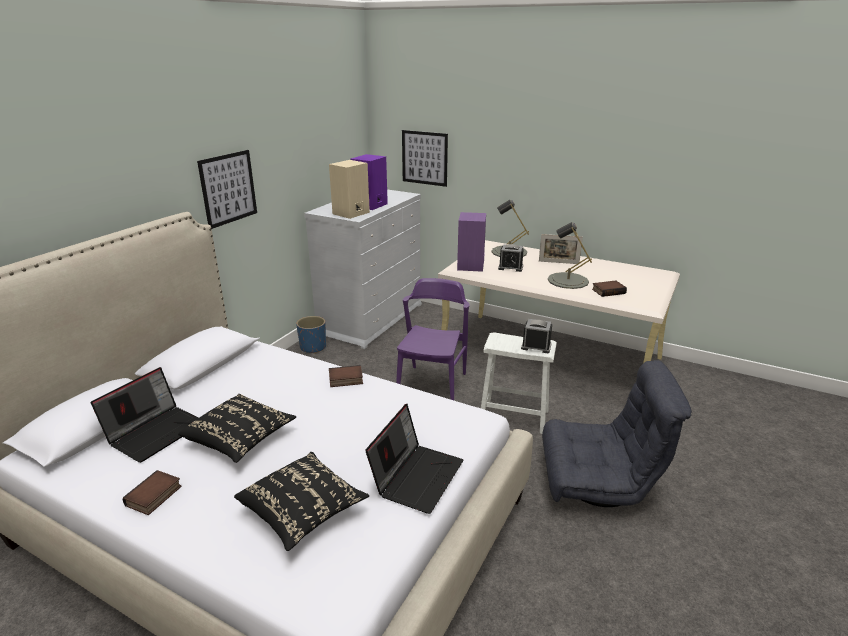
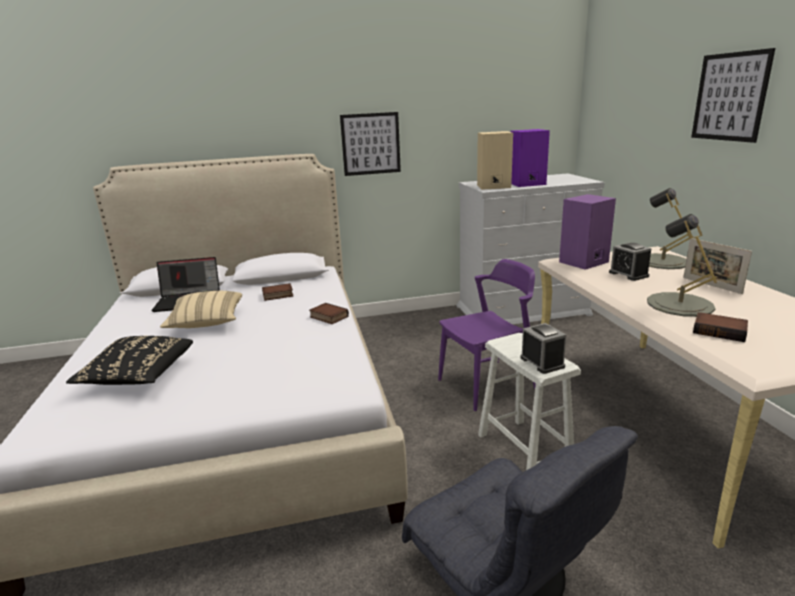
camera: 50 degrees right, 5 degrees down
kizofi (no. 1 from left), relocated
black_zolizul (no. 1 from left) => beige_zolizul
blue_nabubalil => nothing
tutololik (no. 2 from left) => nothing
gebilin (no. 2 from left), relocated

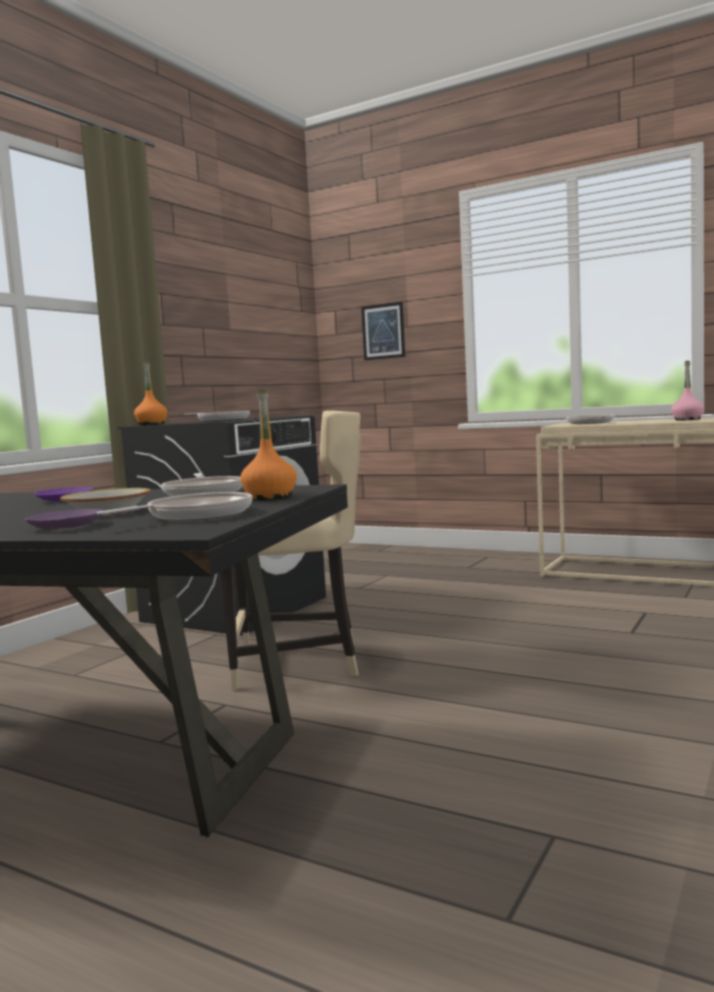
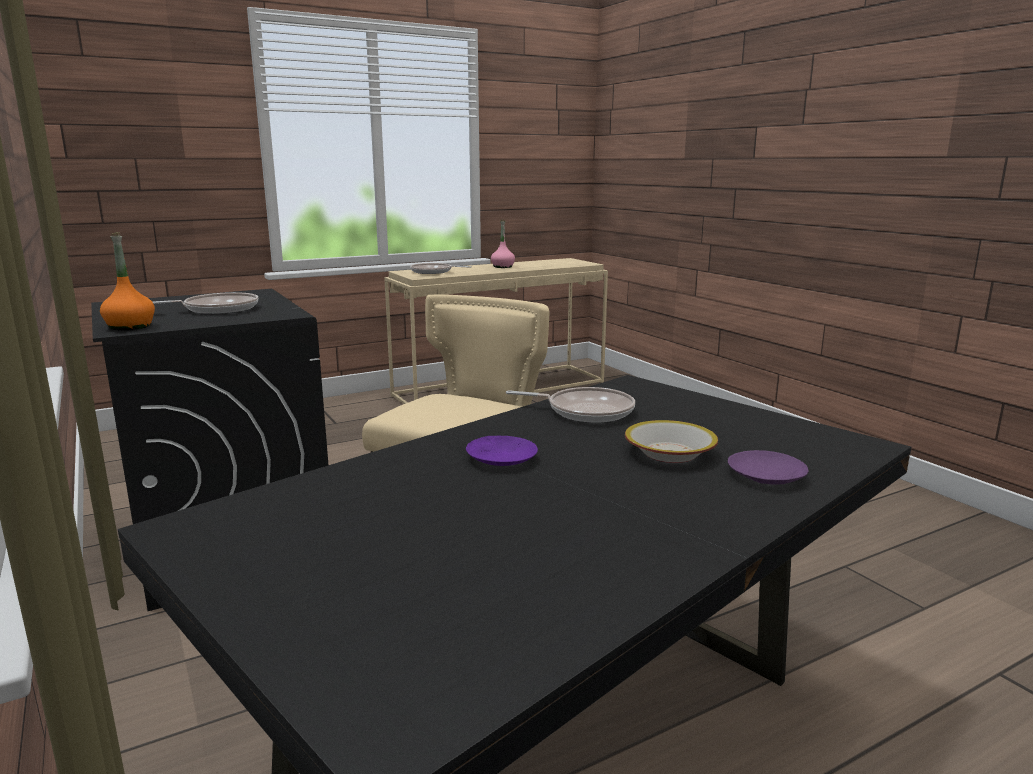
camera: 60 degrees left, 10 degrees up
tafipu (no. 1 from left) => nothing
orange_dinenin (no. 2 from left) => nothing
gebilin => nothing

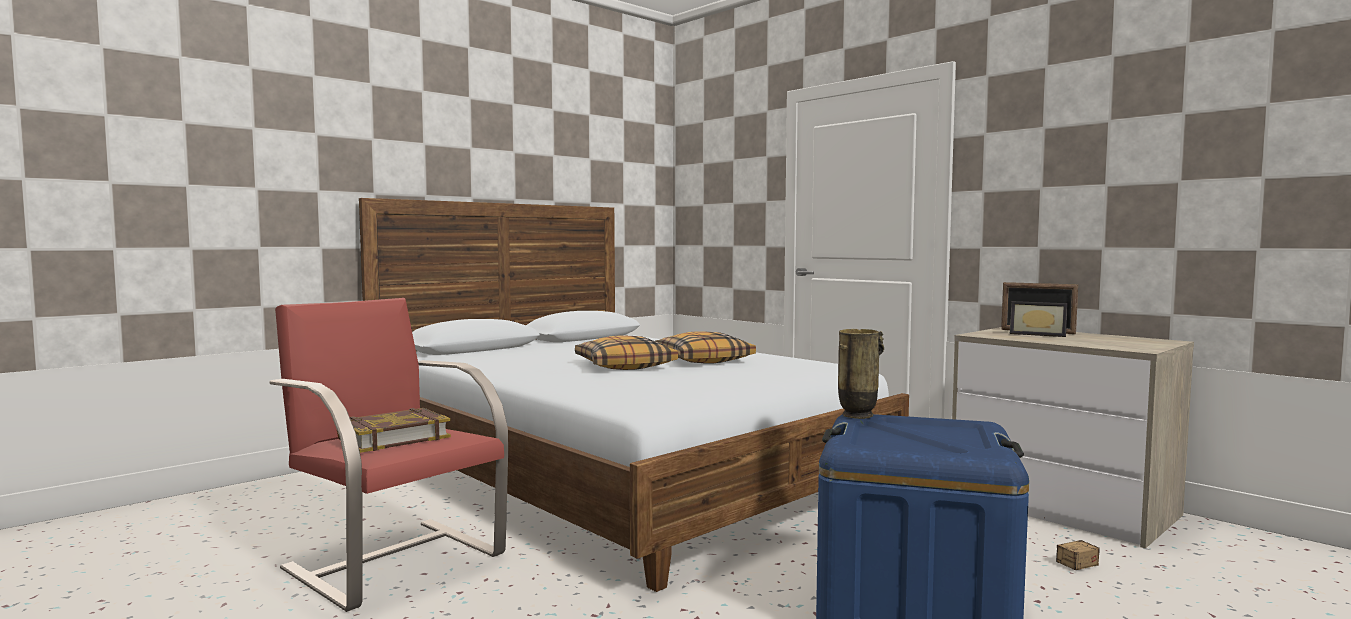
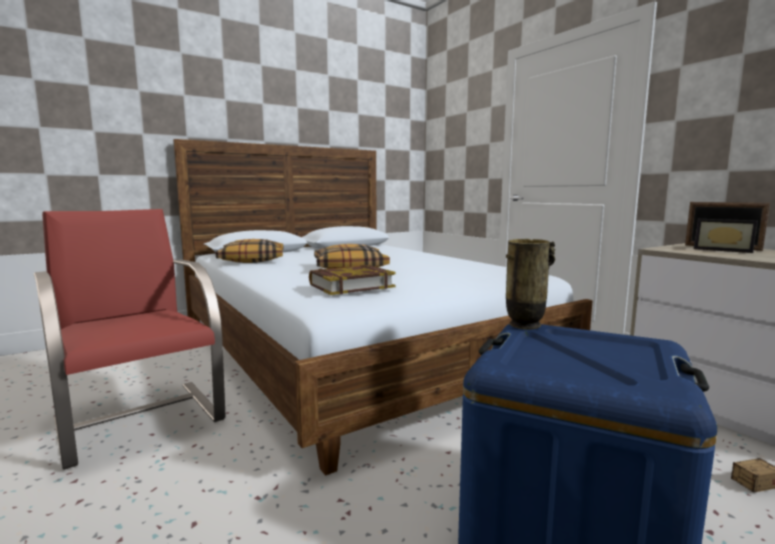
camera: 10 degrees right, 5 degrees up
kizofi, relocated
zolizul (no. 2 from left in the first image) => zolizul (no. 1 from left), relocated

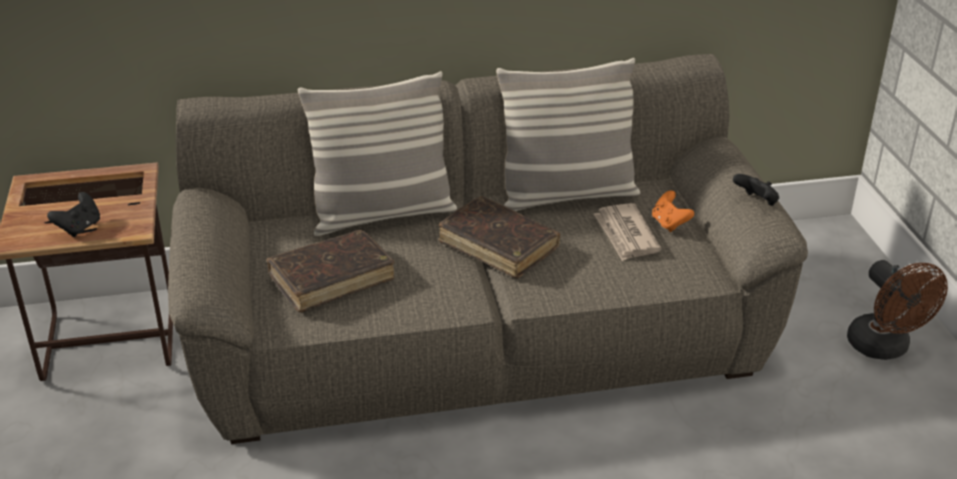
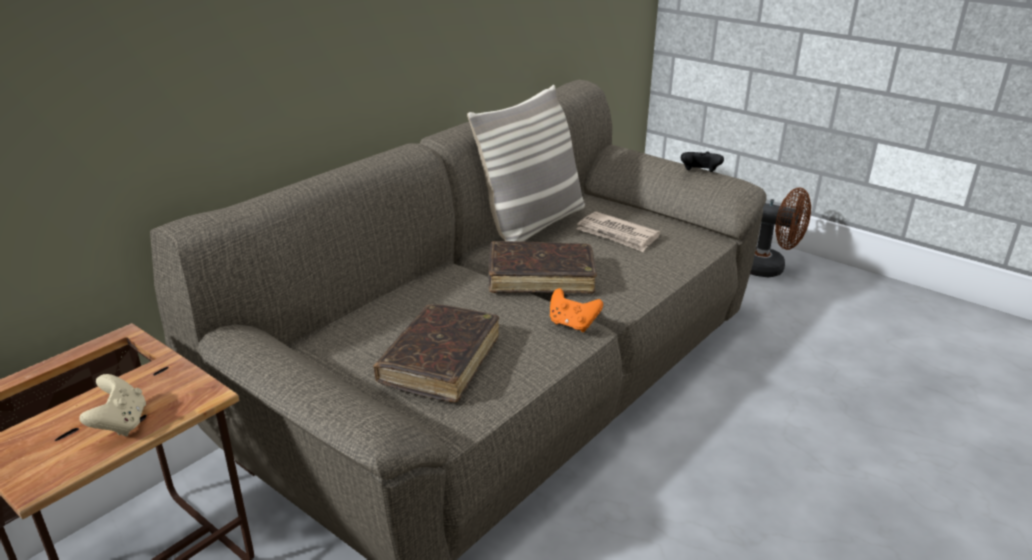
camera: 40 degrees left, 5 degrees down
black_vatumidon (no. 1 from left) => beige_vatumidon
zolizul (no. 1 from left) => nothing
orange_vatumidon, relocated

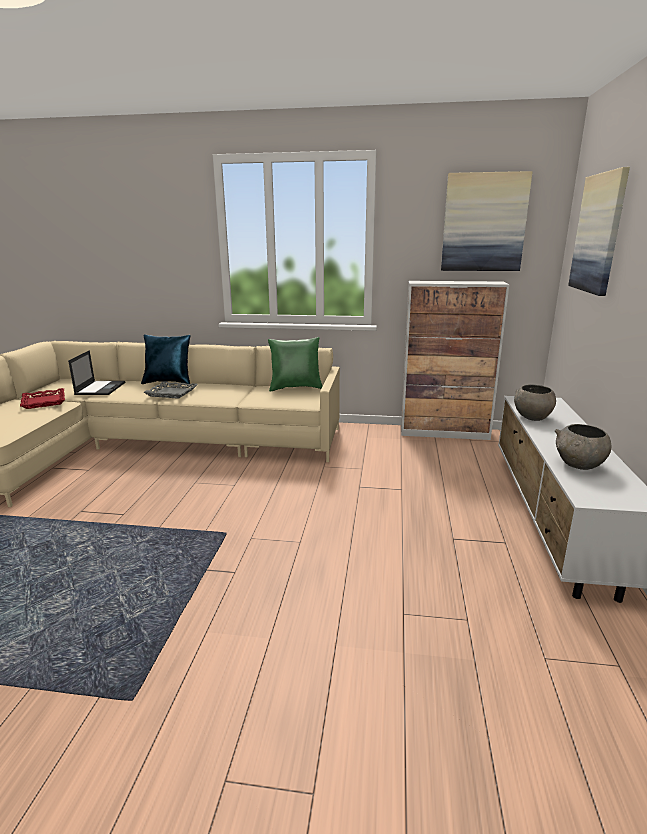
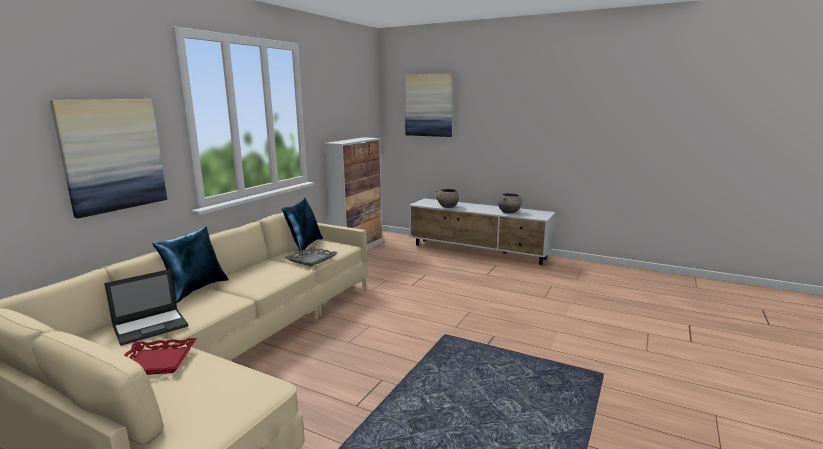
camera: 70 degrees left, 5 degrees down
tutololik, 120 degrees clockwise
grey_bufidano, relocated
green_zolizul => blue_zolizul (no. 2 from left)
gebilin (no. 1 from left), relocated

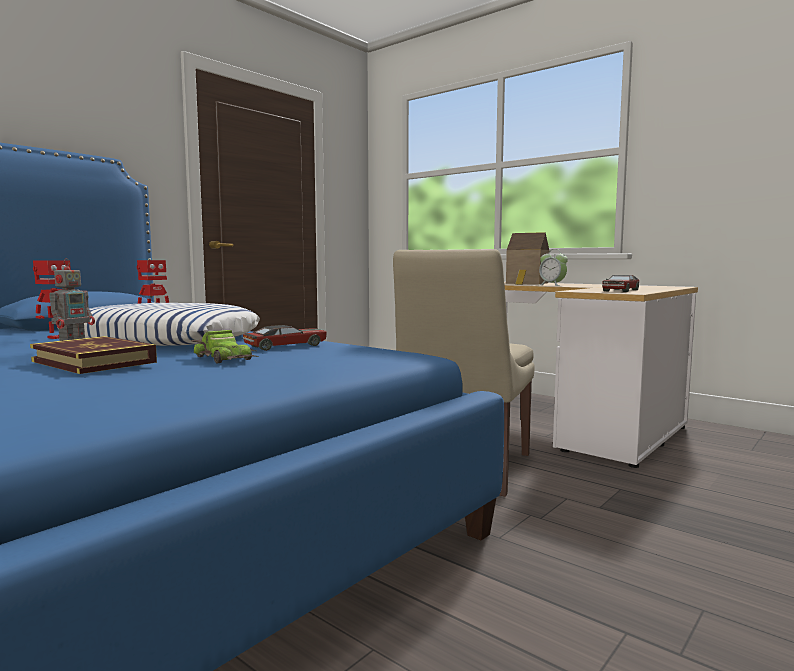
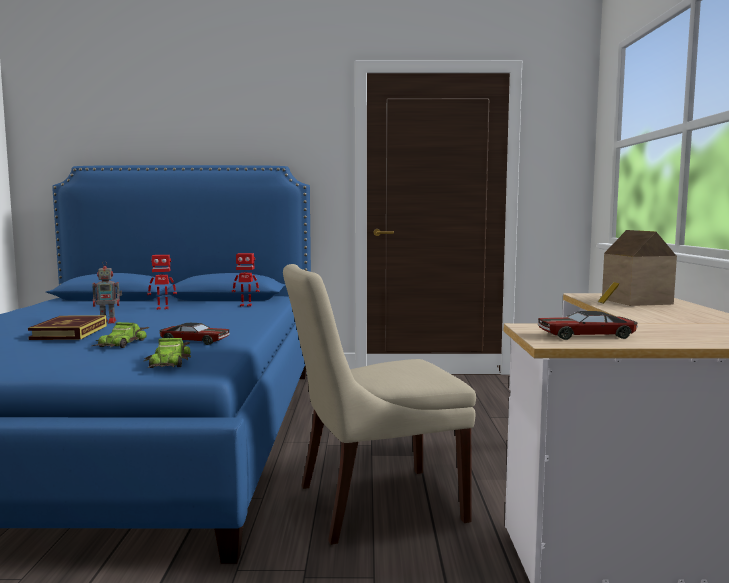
camera: 50 degrees right, 0 degrees up
zolizul => nothing
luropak => nothing
nothing => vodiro (no. 2 from left)

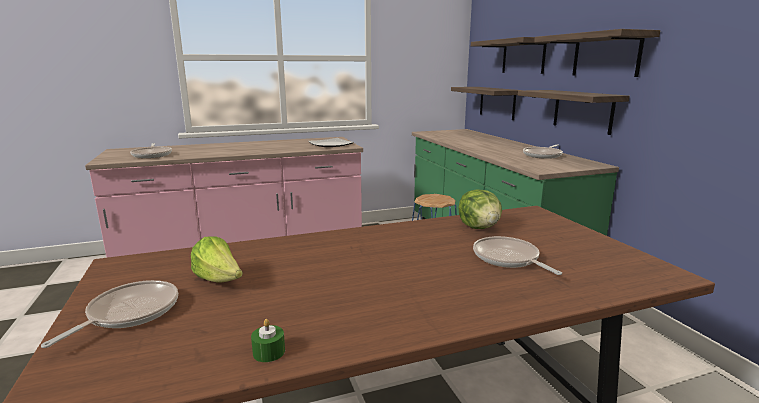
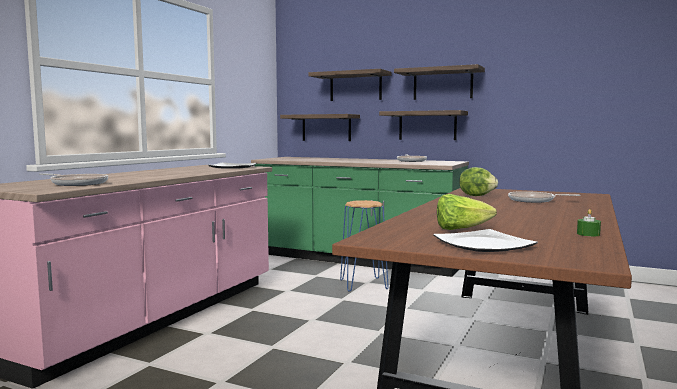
camera: 45 degrees left, 10 degrees down
tafipu (no. 1 from left) => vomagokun (no. 2 from left)

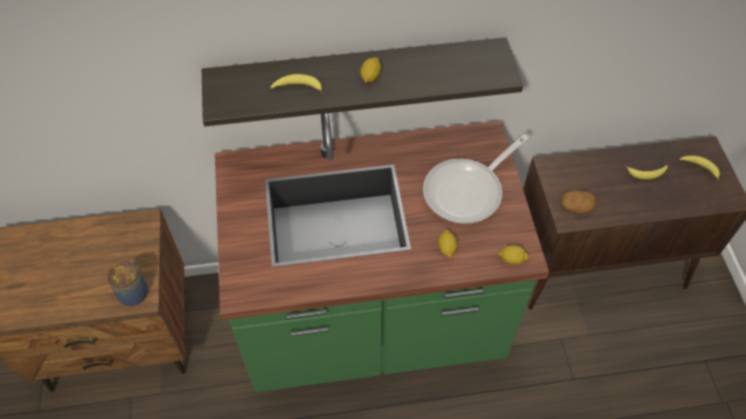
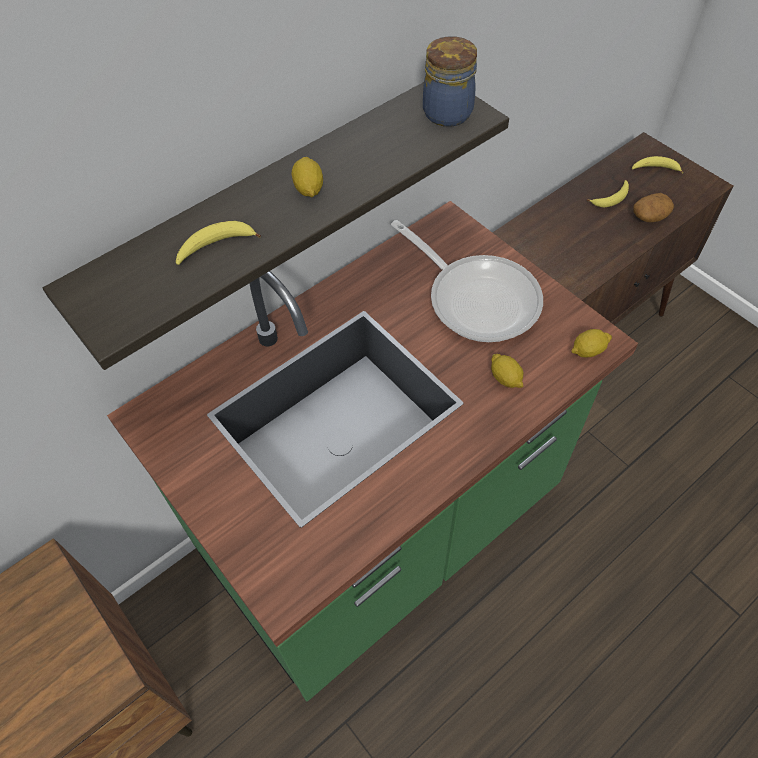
camera: 30 degrees left, 0 degrees up
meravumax, relocated
tafipu, 60 degrees counterclockwise
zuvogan, relocated

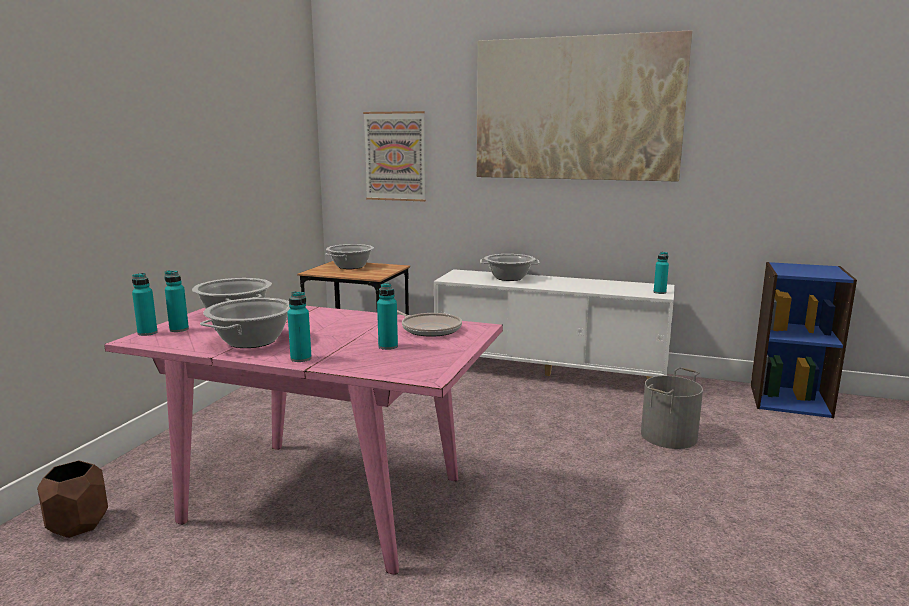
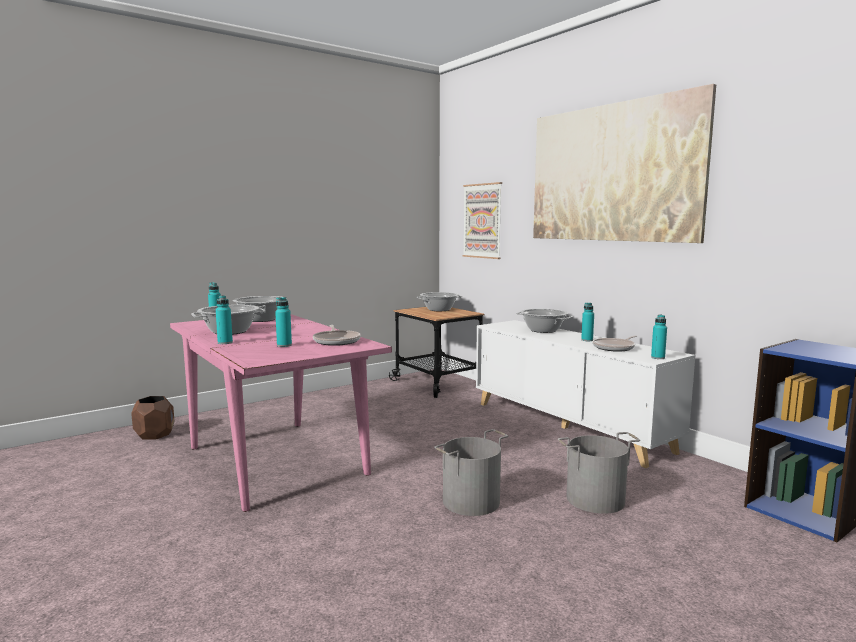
camera: 35 degrees right, 5 degrees down
turquoise_dinenin (no. 1 from left in the first image) => turquoise_dinenin (no. 4 from left), relocated
nothing => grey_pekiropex (no. 1 from left)
nothing => tafipu (no. 2 from left)

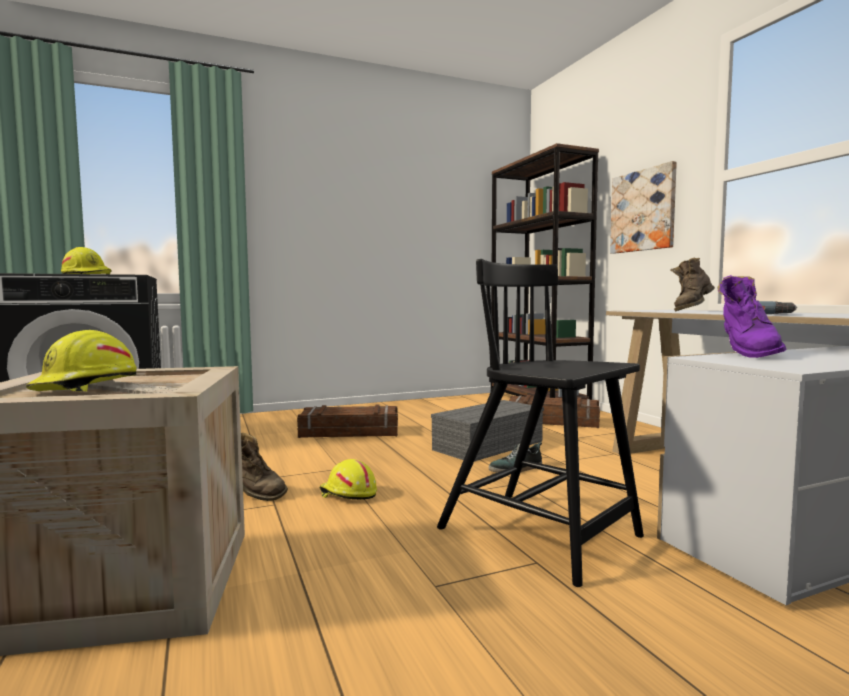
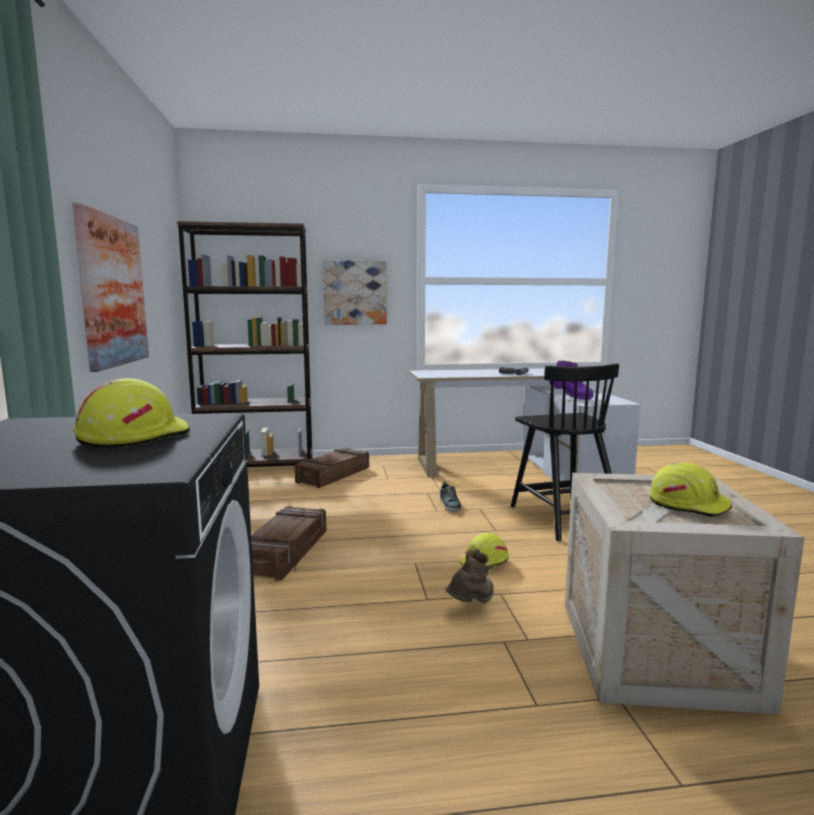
camera: 75 degrees left, 5 degrees up
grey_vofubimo => nothing
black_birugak, 75 degrees counterclockwise
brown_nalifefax (no. 2 from left) => nothing
nothing => gebilin (no. 1 from left)

